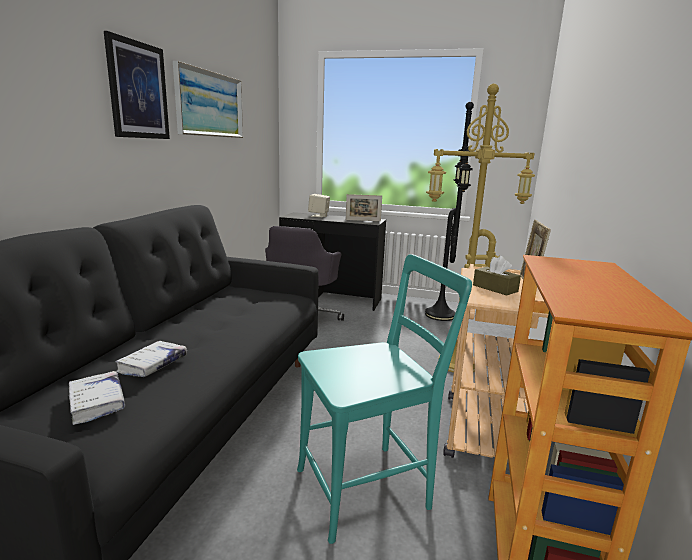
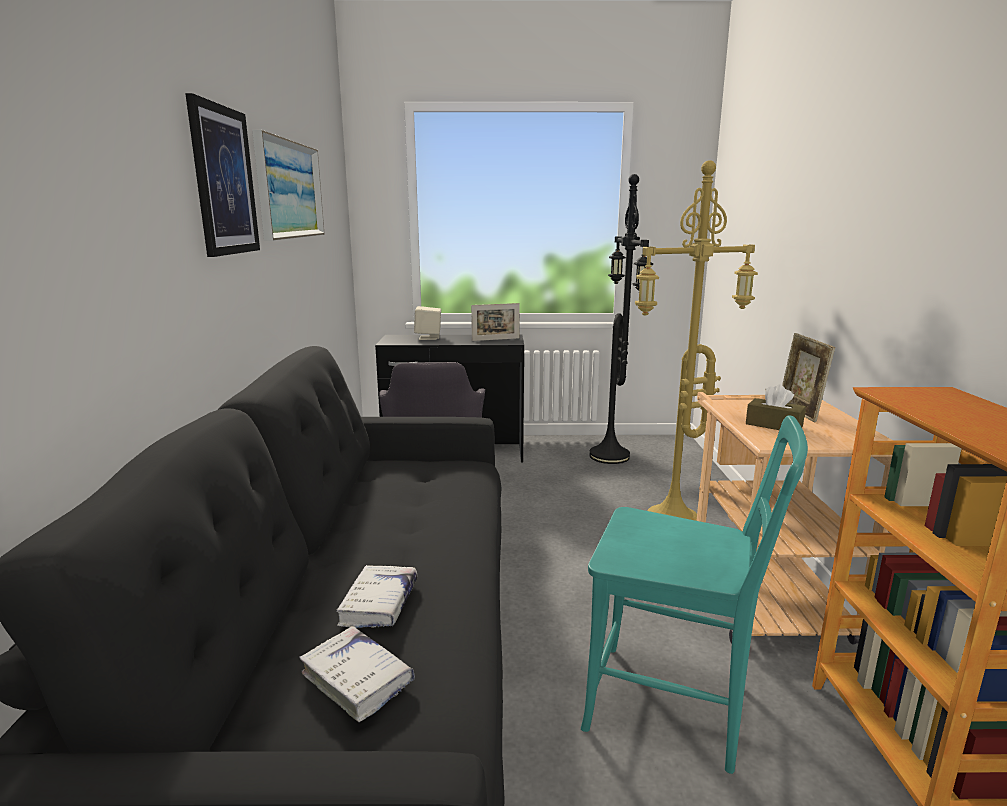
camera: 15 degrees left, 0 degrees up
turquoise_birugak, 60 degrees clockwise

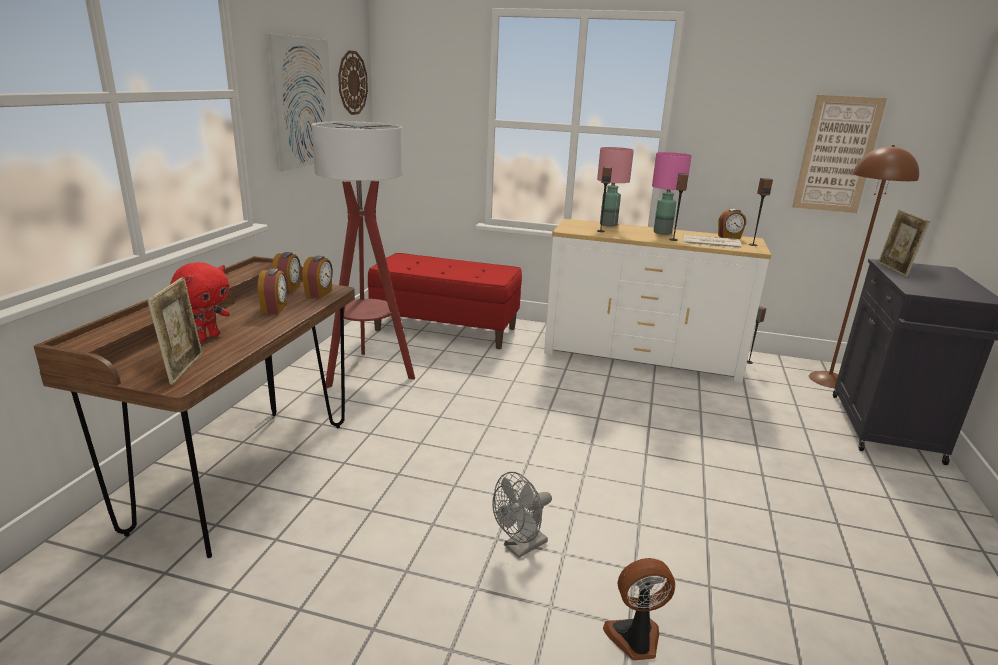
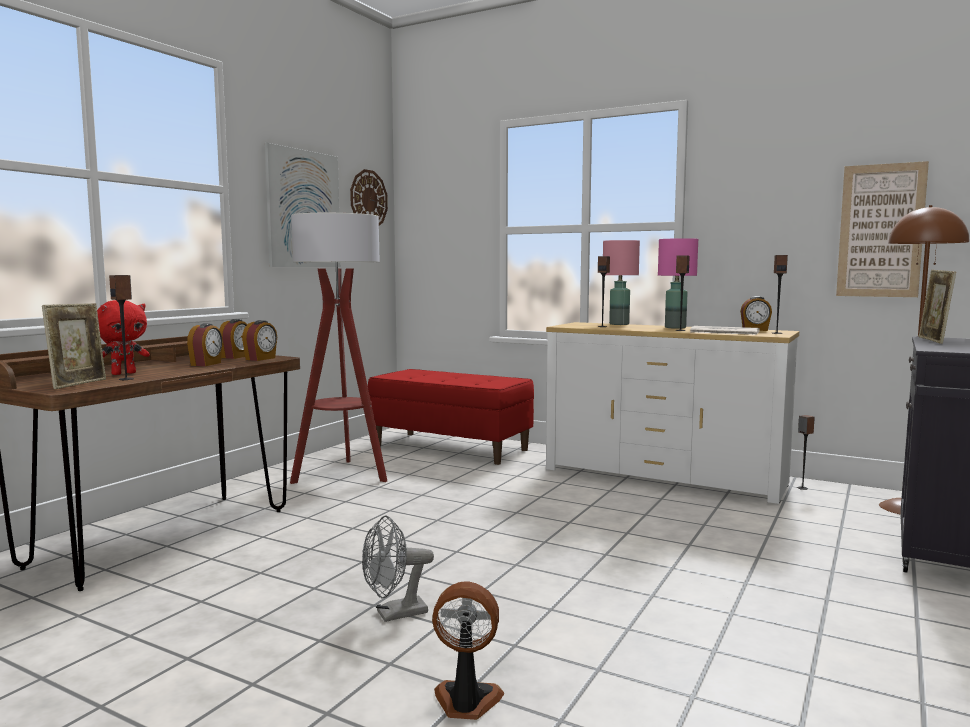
camera: 15 degrees right, 15 degrees down
nothing => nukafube (no. 1 from left)

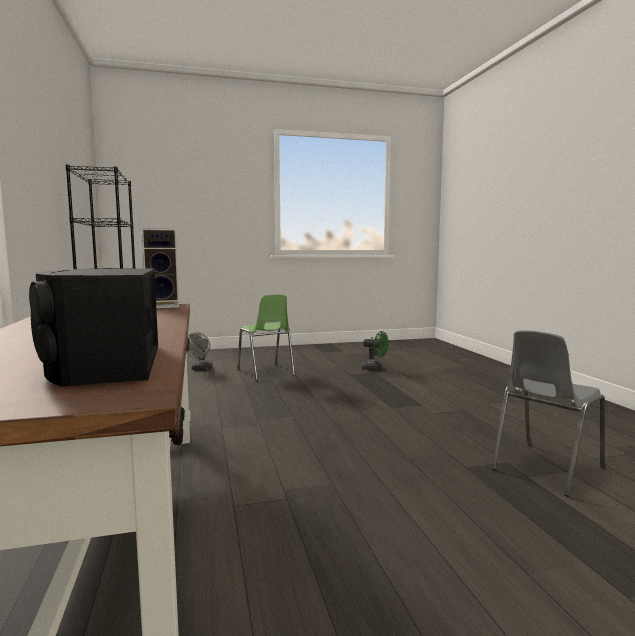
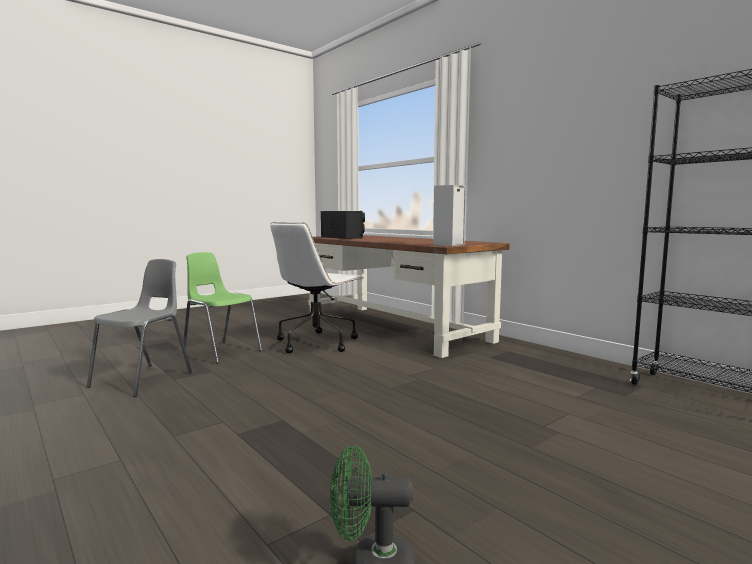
camera: 155 degrees right, 0 degrees up
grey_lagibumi => nothing
green_birugak, relocated
nothing => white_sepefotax

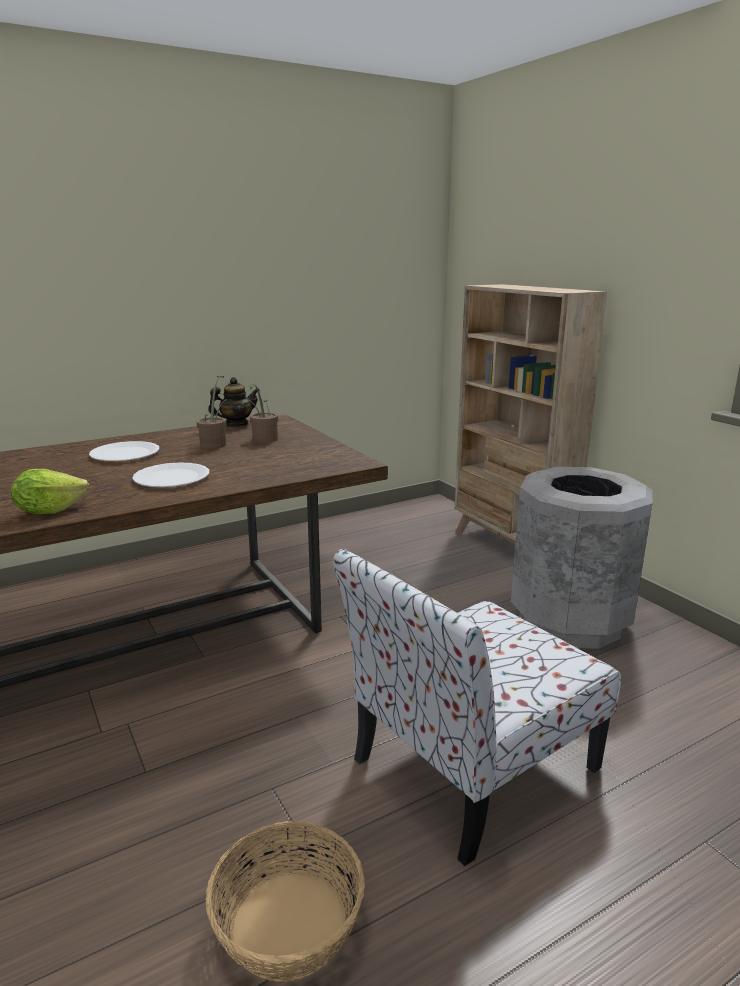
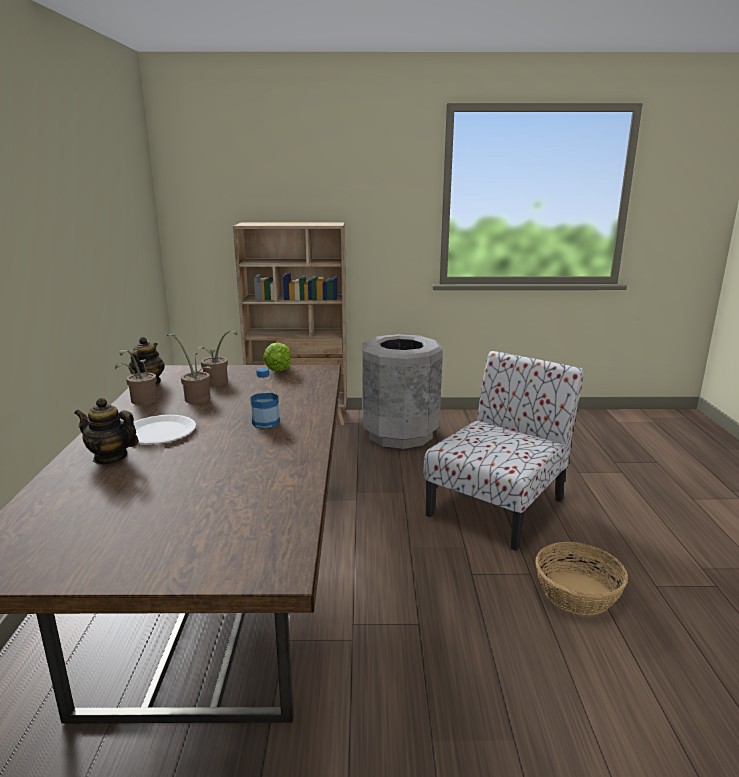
camera: 60 degrees left, 0 degrees up
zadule, relocated
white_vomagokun (no. 2 from left) => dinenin
birugak, 135 degrees counterclockwise
nothing => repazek (no. 1 from left)
nothing => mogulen (no. 1 from left)

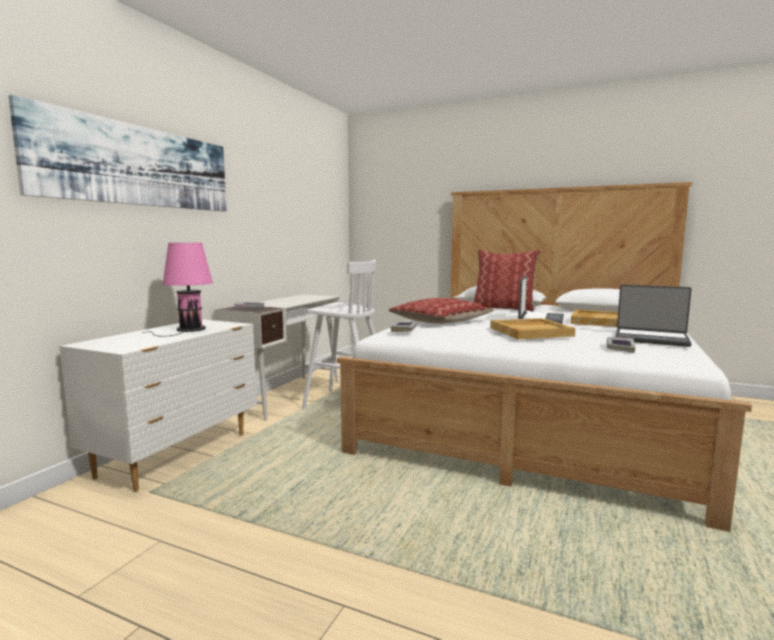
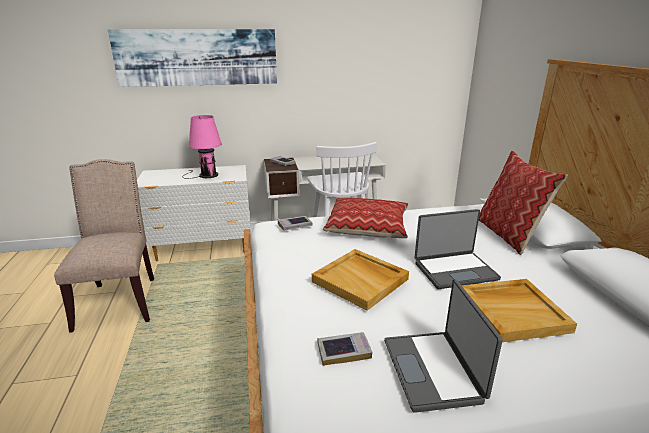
camera: 55 degrees right, 15 degrees up
nothing => beige_birugak

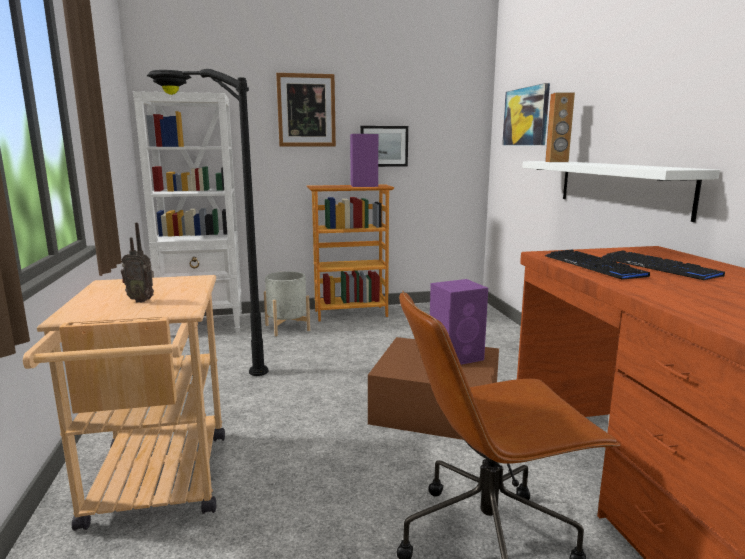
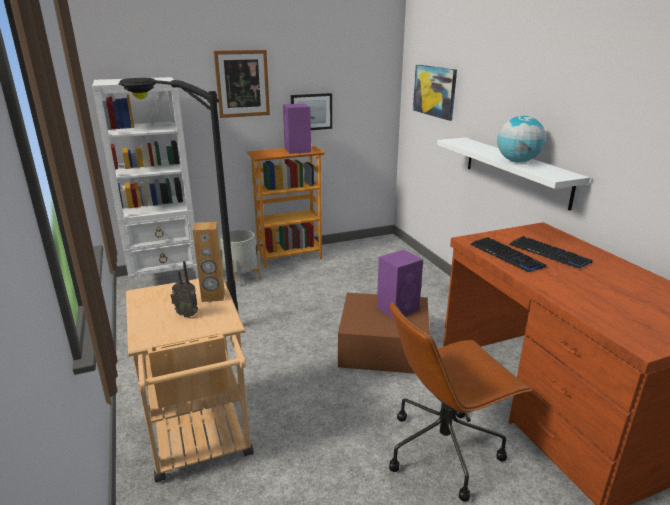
camera: 10 degrees left, 10 degrees up
brown_nukafube, relocated
nothing => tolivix

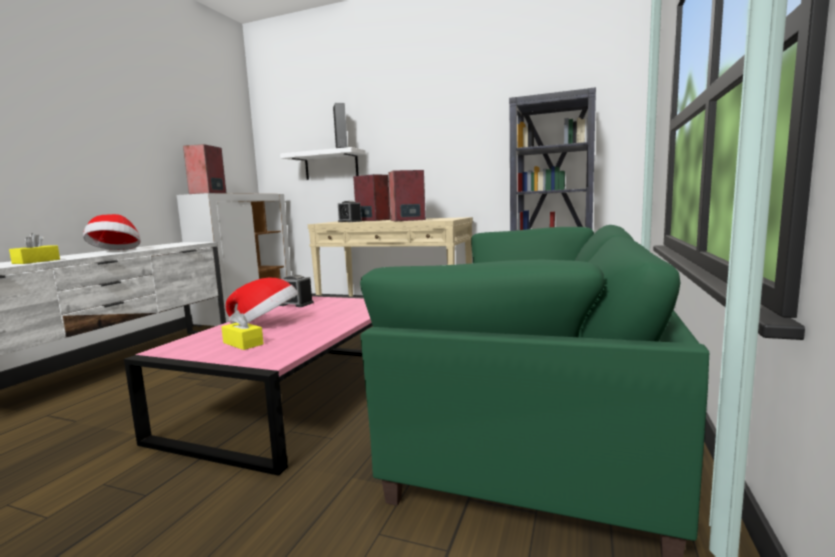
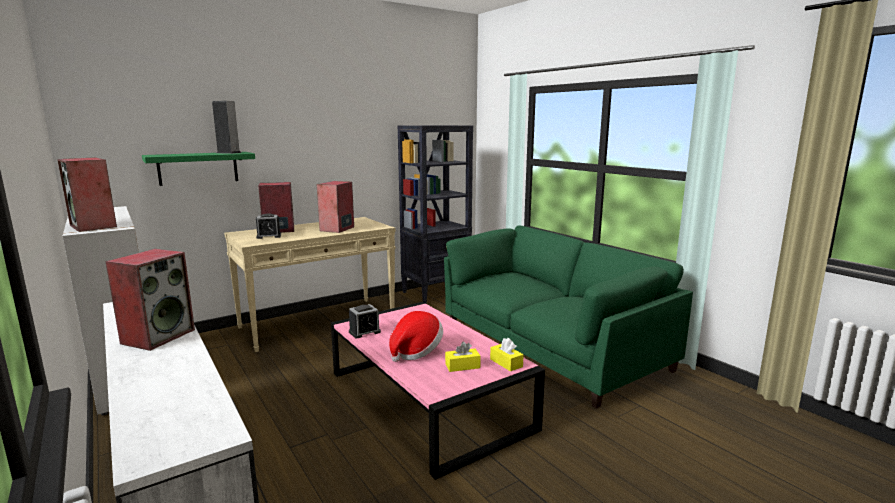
camera: 55 degrees left, 5 degrees up
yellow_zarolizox (no. 1 from left in the first image) => yellow_zarolizox (no. 2 from left), relocated
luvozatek (no. 1 from left) => nukafube (no. 2 from left)
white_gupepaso => green_gupepaso

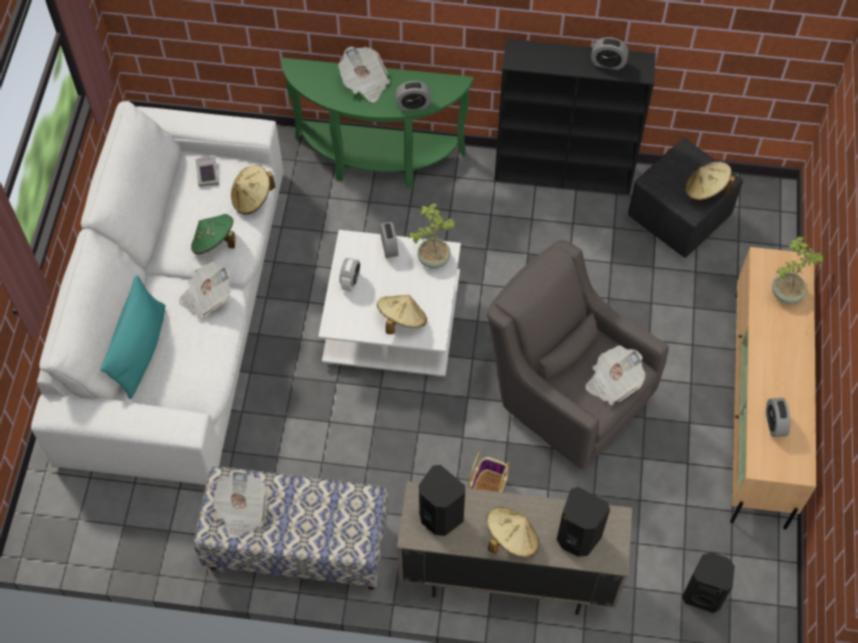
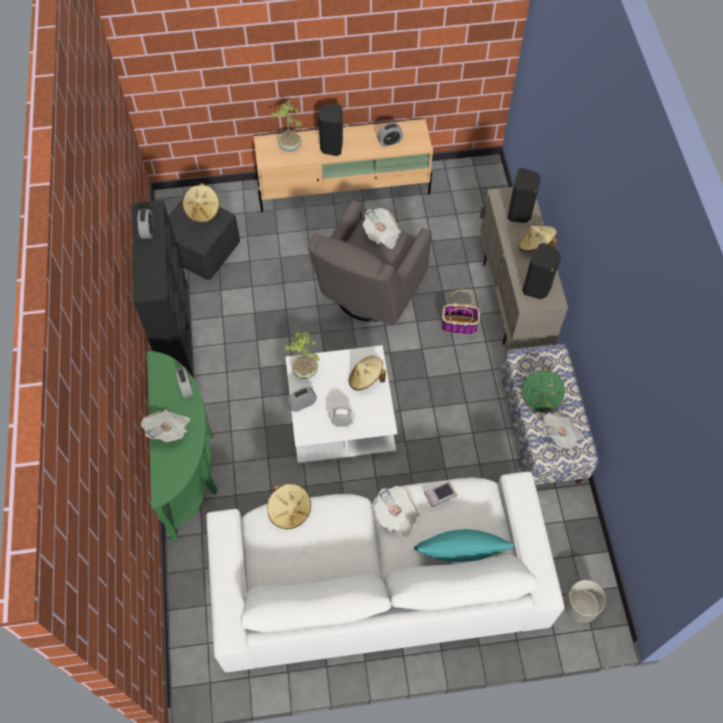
camera: 105 degrees left, 0 degrees up
green_luvozatek, relocated
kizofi, relocated
black_nukafube (no. 3 from left in the first image) => black_nukafube (no. 1 from left), relocated
nothing => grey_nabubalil

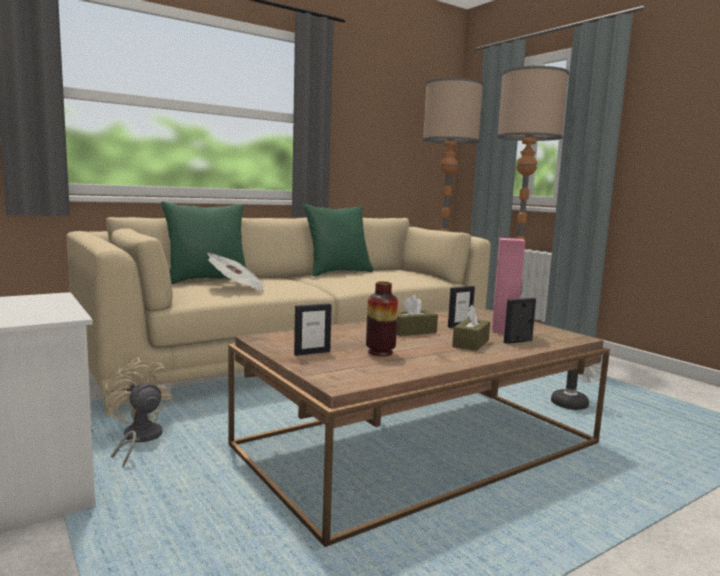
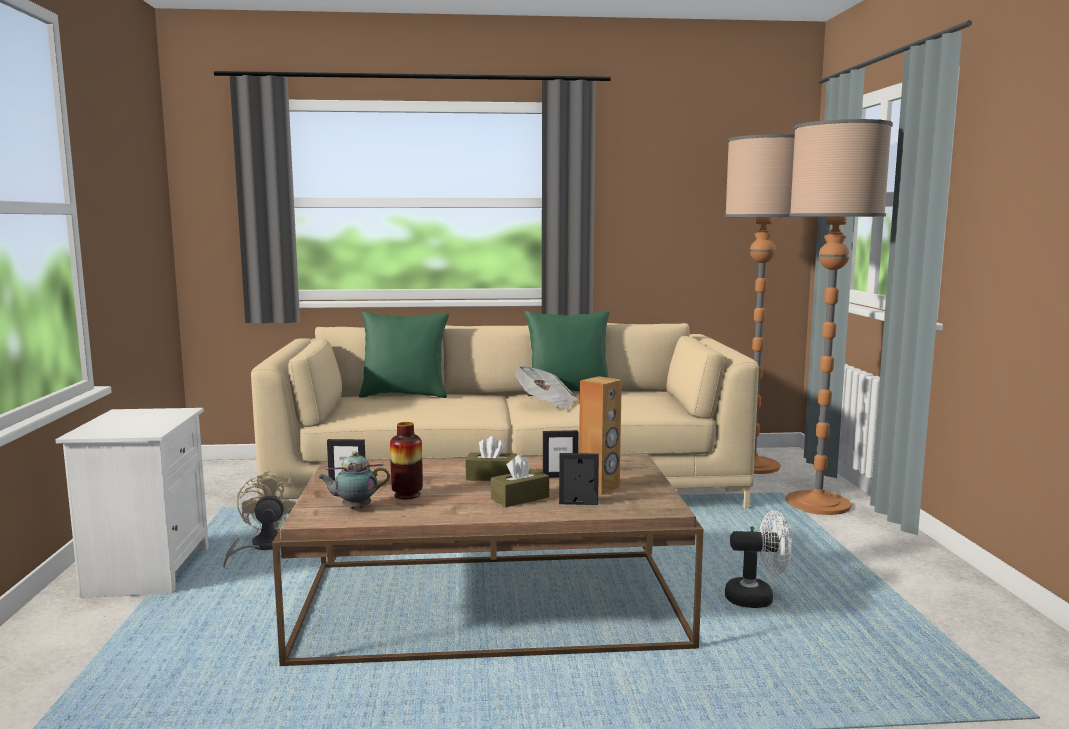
camera: 30 degrees right, 0 degrees up
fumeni, relocated
pink_nukafube => brown_nukafube
nothing => repazek

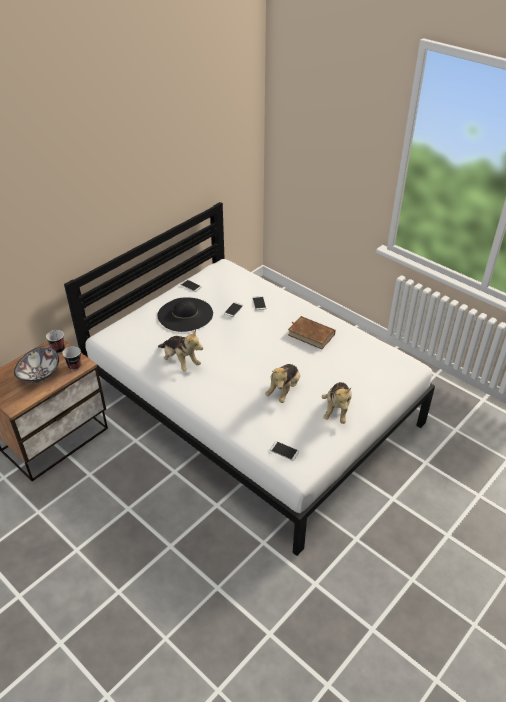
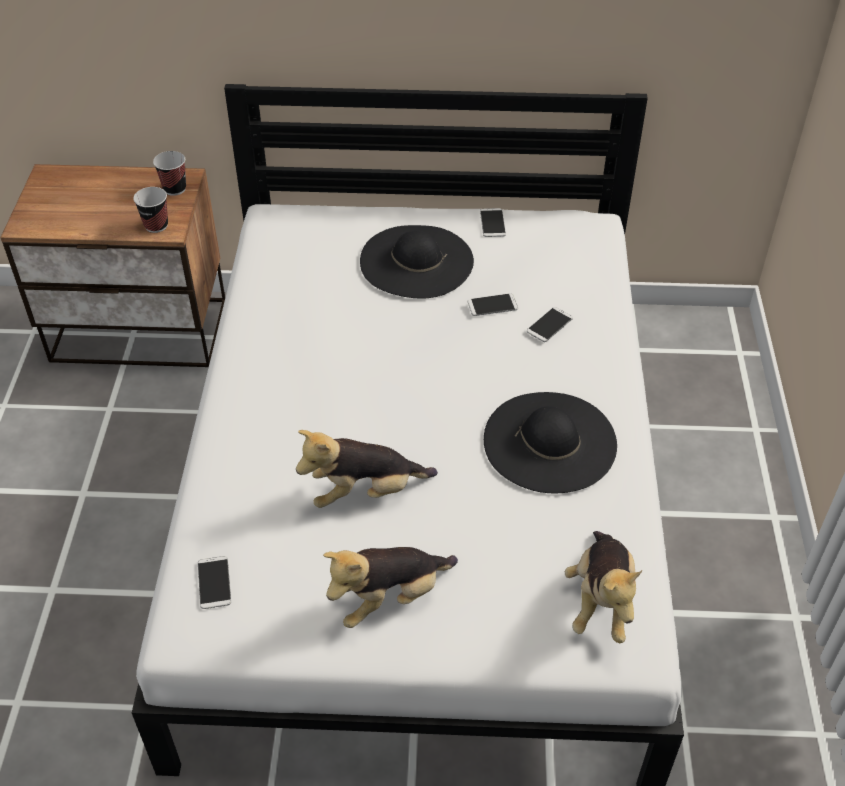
camera: 50 degrees right, 5 degrees up
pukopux => nothing
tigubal (no. 1 from left in the first image) => tigubal (no. 3 from left), relocated
brown_kizofi => black_luvozatek (no. 2 from left)

